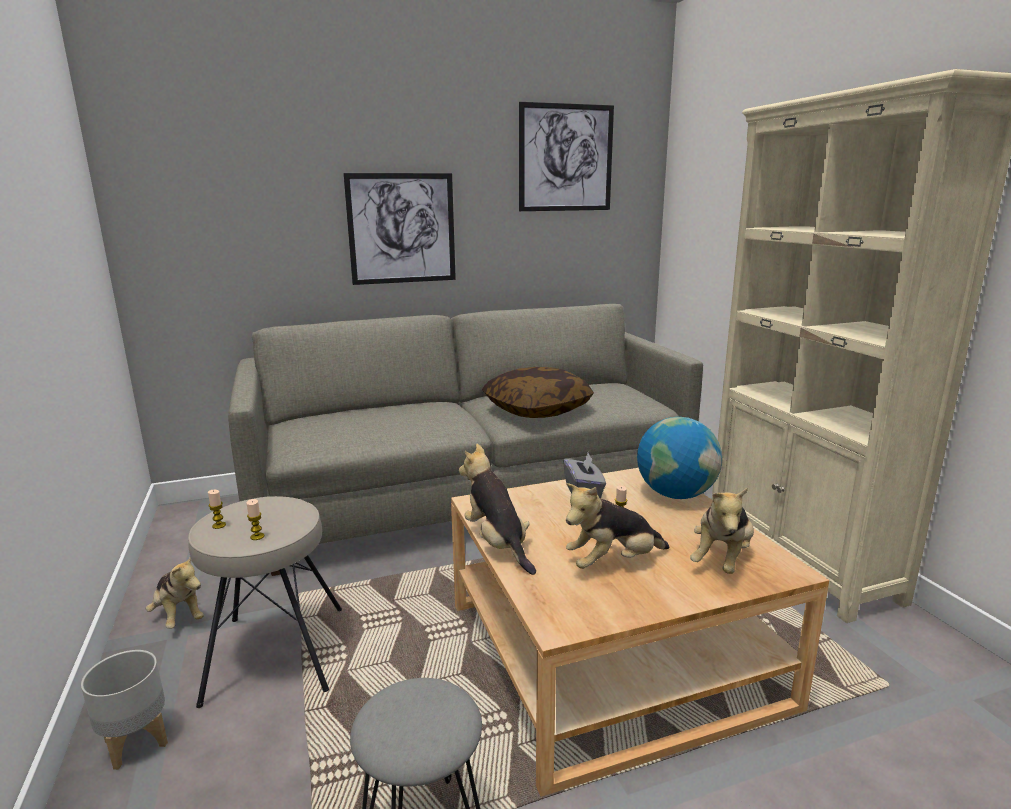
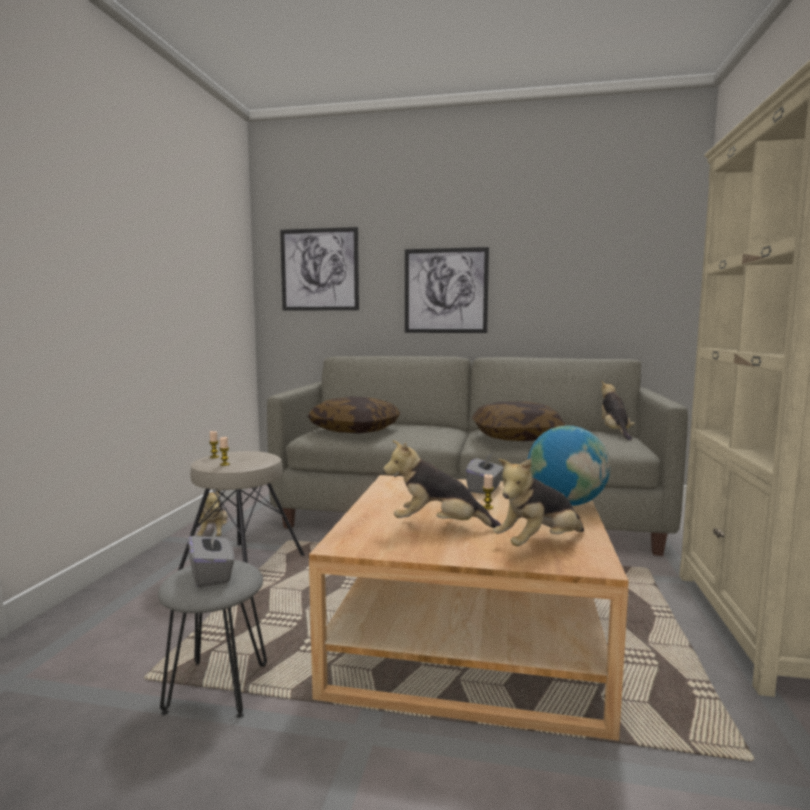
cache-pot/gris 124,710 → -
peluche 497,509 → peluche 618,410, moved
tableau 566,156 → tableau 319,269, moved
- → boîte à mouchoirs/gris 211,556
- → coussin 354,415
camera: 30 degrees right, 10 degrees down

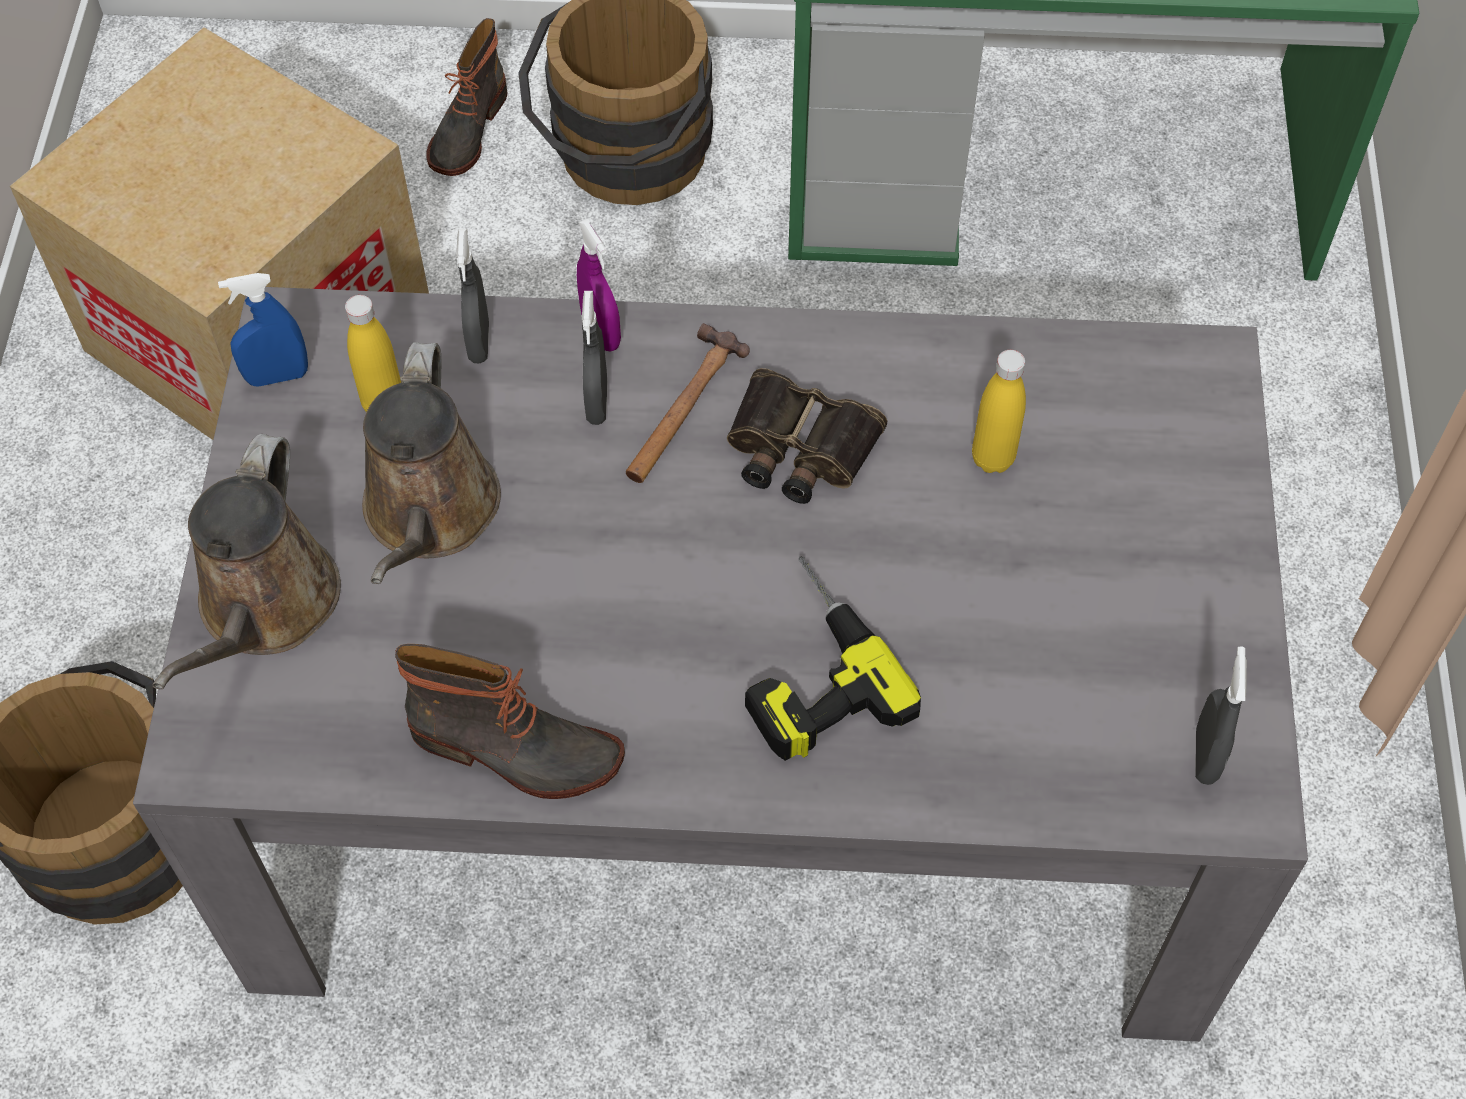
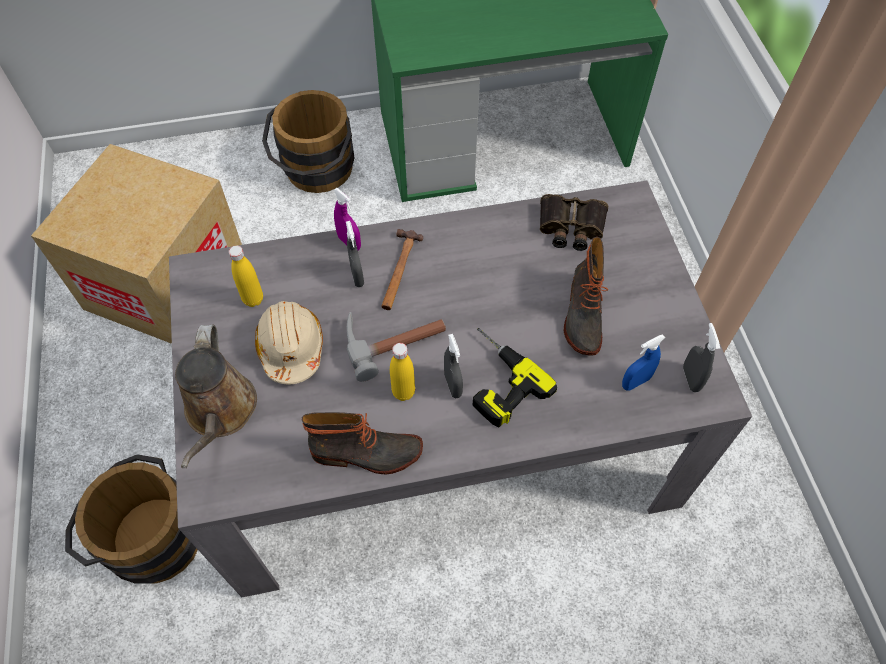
vaporisateur/bleu 263,330 → vaporisateur/bleu 643,362, moved
arrosoir/marron 431,463 → casque de chantier/beige 289,343
botte 466,97 → botte 586,296, moved
vaporisateur/gris 472,296 → vaporisateur/gris 453,366, moved
jumelles 807,436 → jumelles 574,222, moved
bouteille/jaune 999,411 → bouteille/jaune 402,372, moved
- → marteau 396,347
camera: 15 degrees left, 0 degrees up

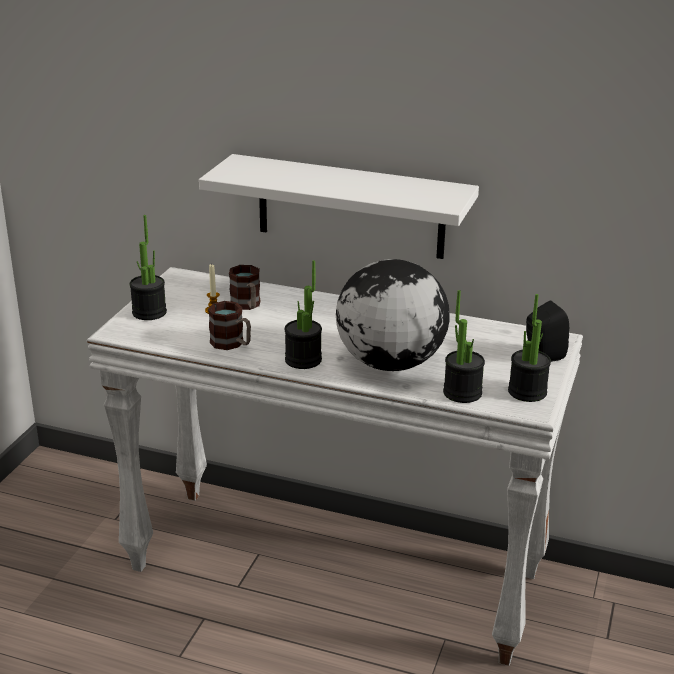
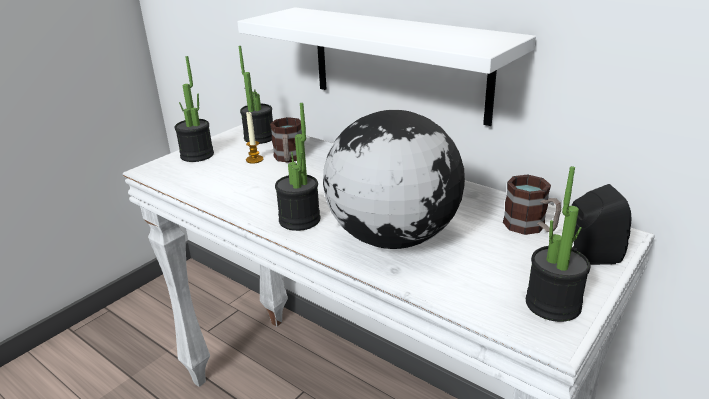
mug 229,325 → mug 532,205, moved
plante en pot 464,346 → plante en pot 256,95, moved
camera: 20 degrees right, 0 degrees up

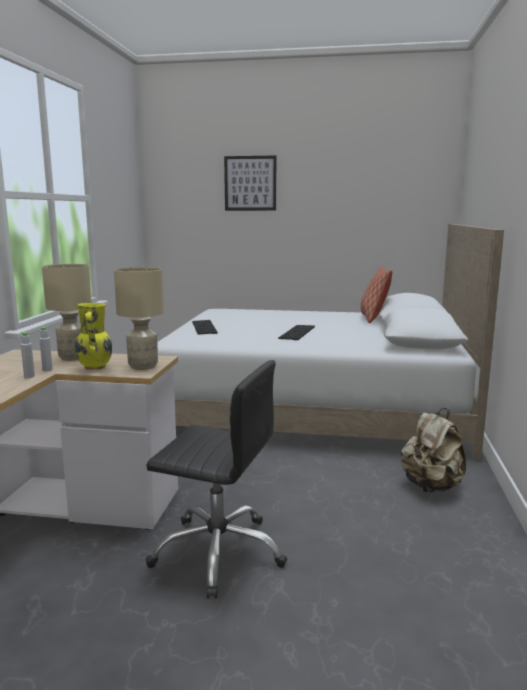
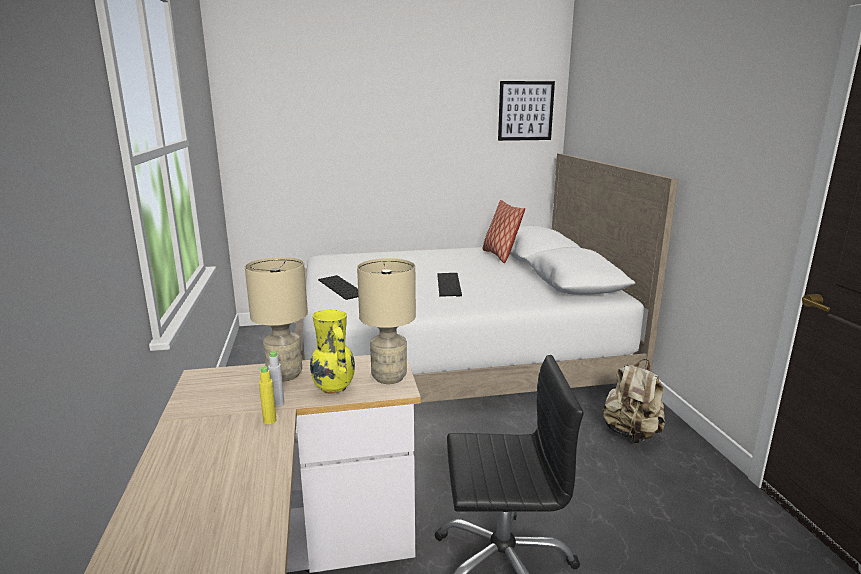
bouteille/gris 28,355 → bouteille/jaune 267,395
tableau 250,183 → tableau 526,111, moved
camera: 20 degrees left, 5 degrees up

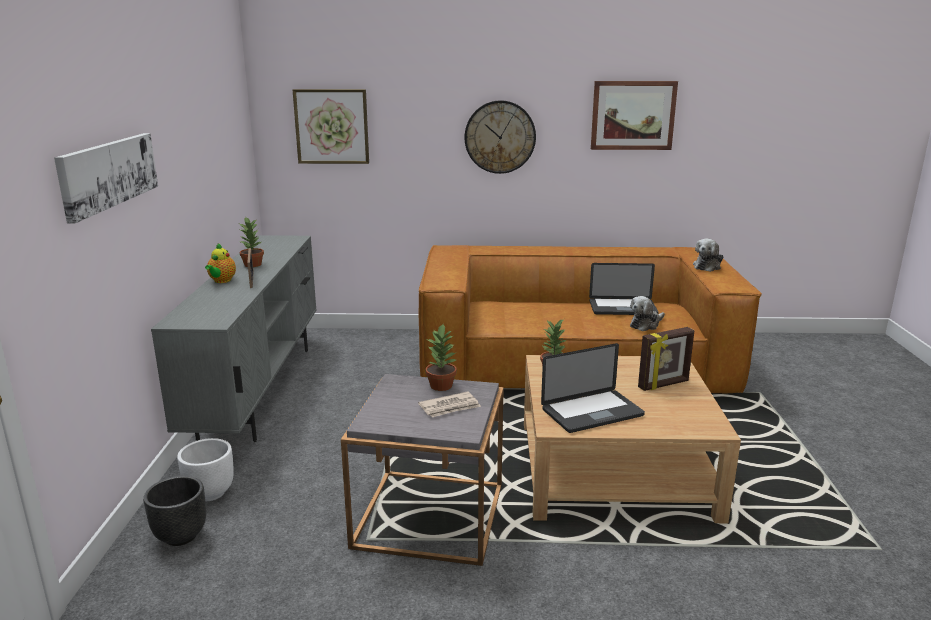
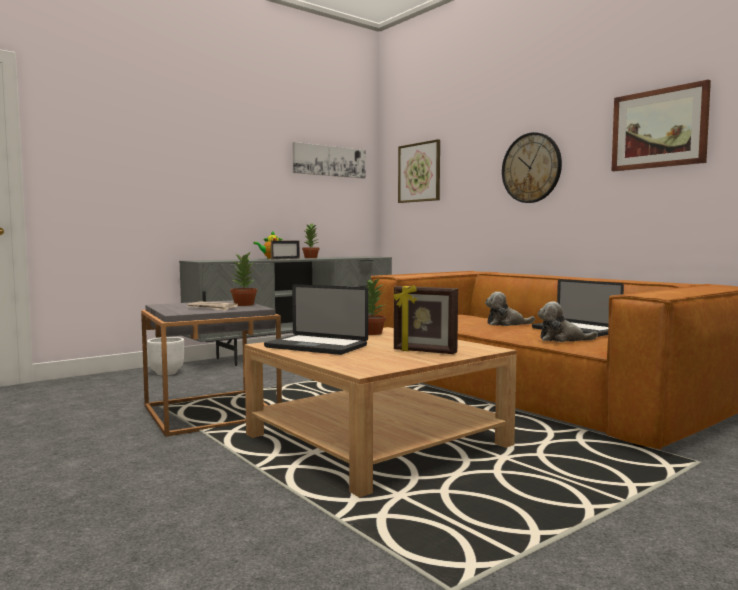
tableau 106,178 → tableau 329,160, moved
cache-pot/noir 174,511 → -
peluche 708,255 → peluche 510,309, moved
camera: 50 degrees right, 15 degrees down

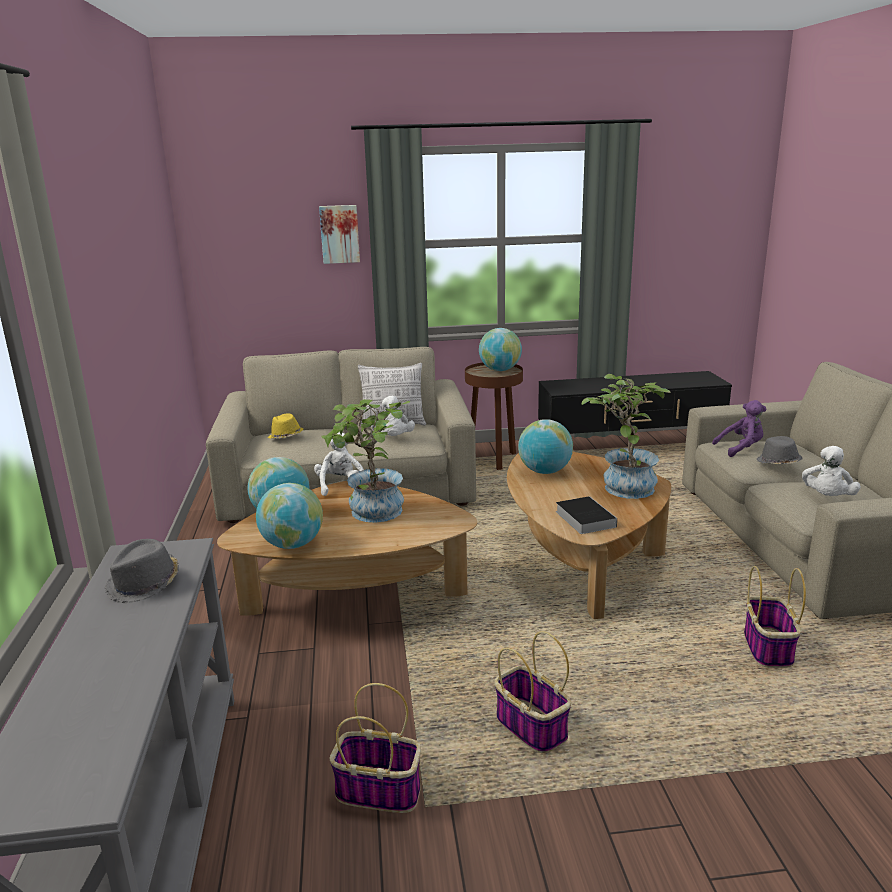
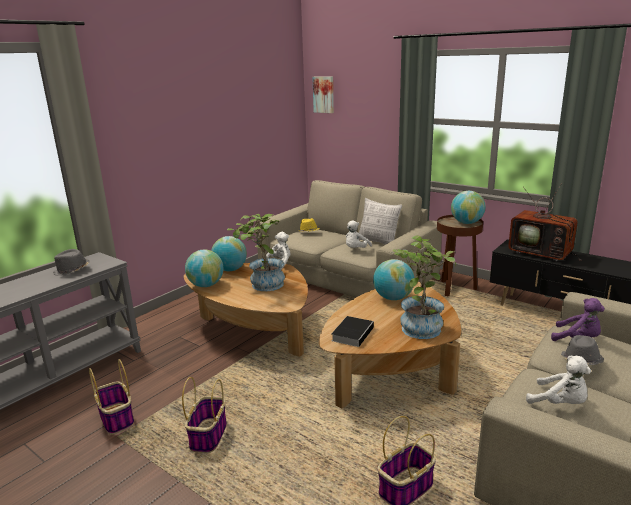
tableau 339,234 → tableau 323,94, moved
peluche/blanc 831,471 → peluche/blanc 558,380, 120 degrees counterclockwise
- → téléviseur 544,223
camera: 45 degrees right, 0 degrees up

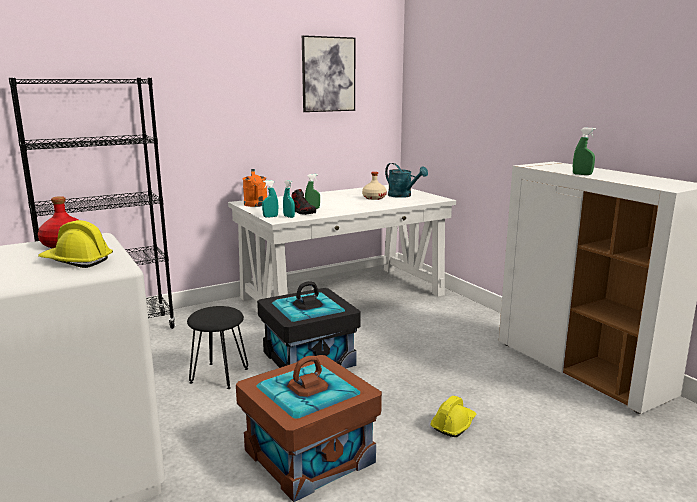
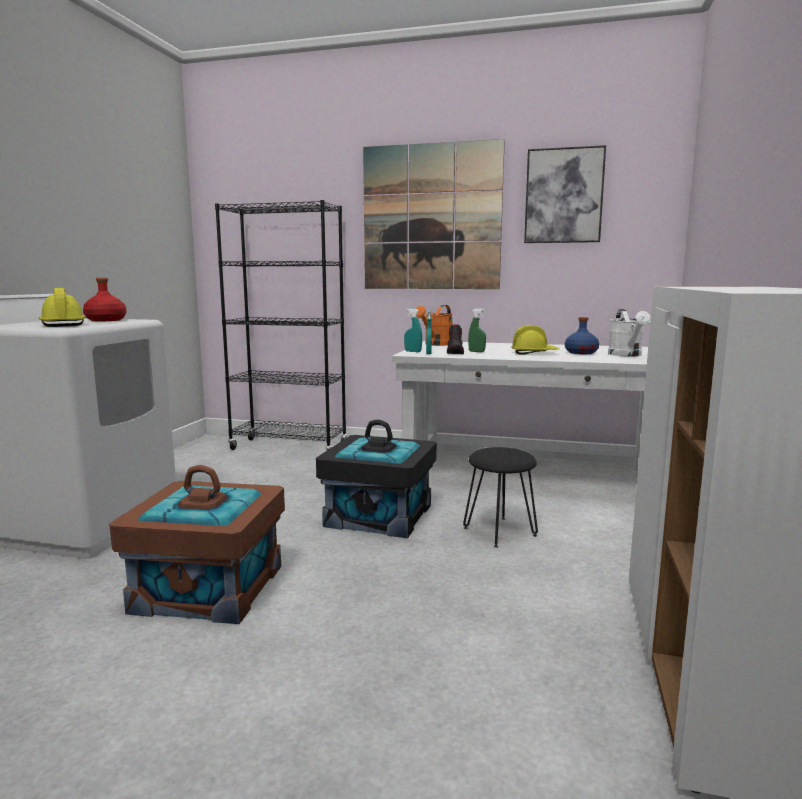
tabouret/noir 217,347 → tabouret/noir 500,497, moved
bouteille/beige 374,186 → bouteille/bleu 582,335
arrosoir/turquoise 406,180 → arrosoir/blanc 629,333
casque de chantier/jaune 453,416 → casque de chantier/jaune 535,340, moved
vaporisateur/vert 584,151 → -
- → tableau 434,214
camera: 45 degrees right, 5 degrees down

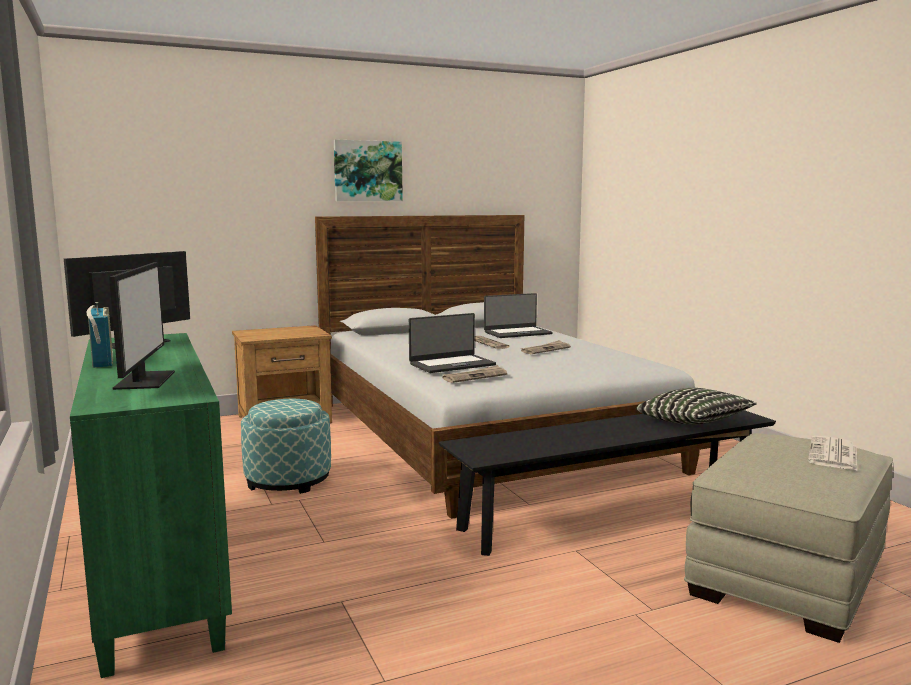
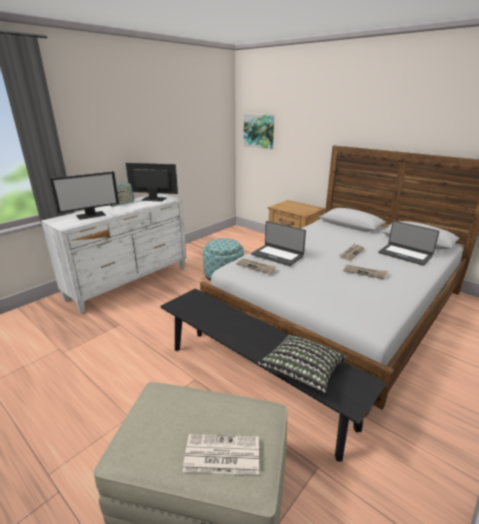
commode/vert 151,505 → commode/blanc 114,253
tableau 368,170 → tableau 259,131, moved
camera: 65 degrees right, 15 degrees up

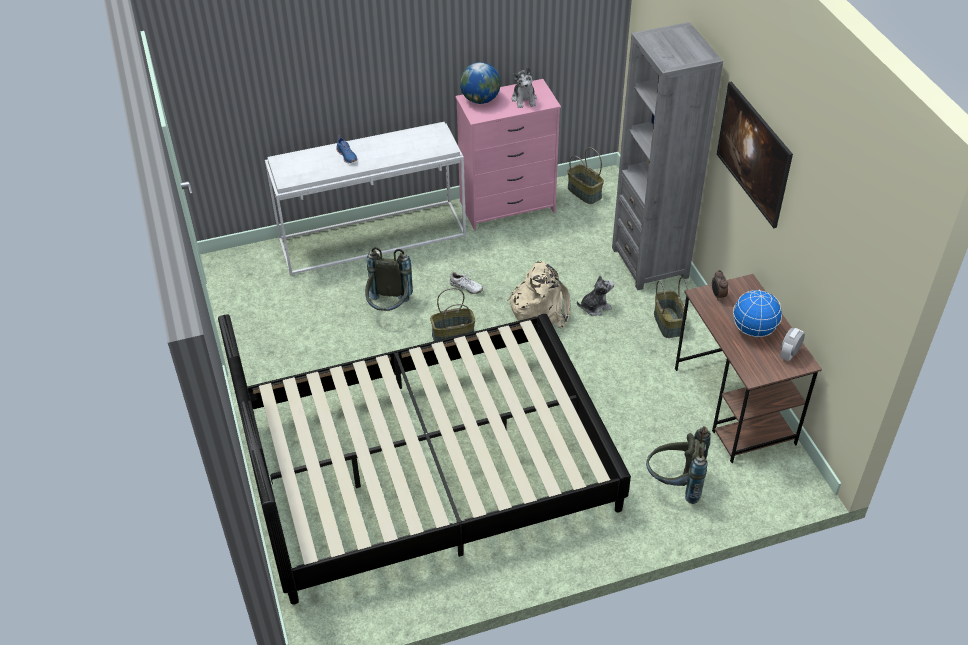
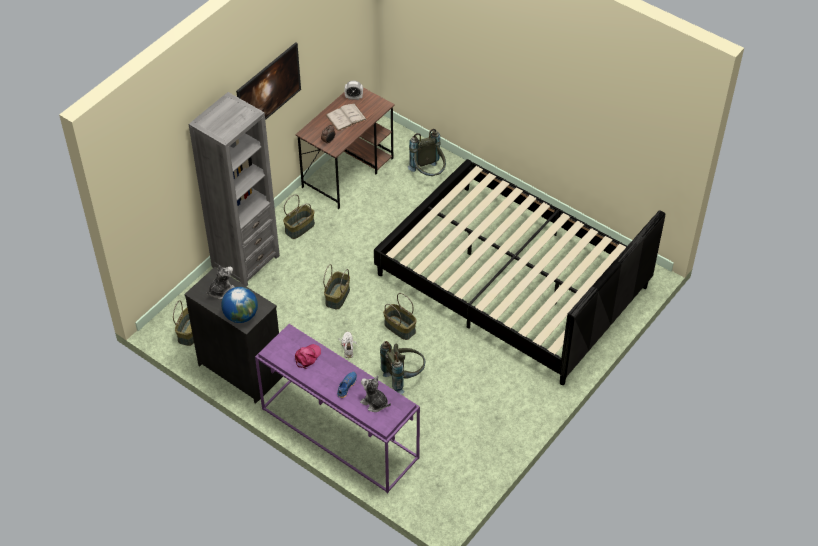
table console/blanc 365,199 → table console/violet 337,408
commode/rose 508,155 → commode/noir 233,335
sac à dos/beige 538,294 → panier 336,287
peluche 595,295 → peluche 375,393, moved
globe 757,313 → livre/blanc 346,117
- → casquette/rose 308,356
camera: 125 degrees left, 5 degrees up

